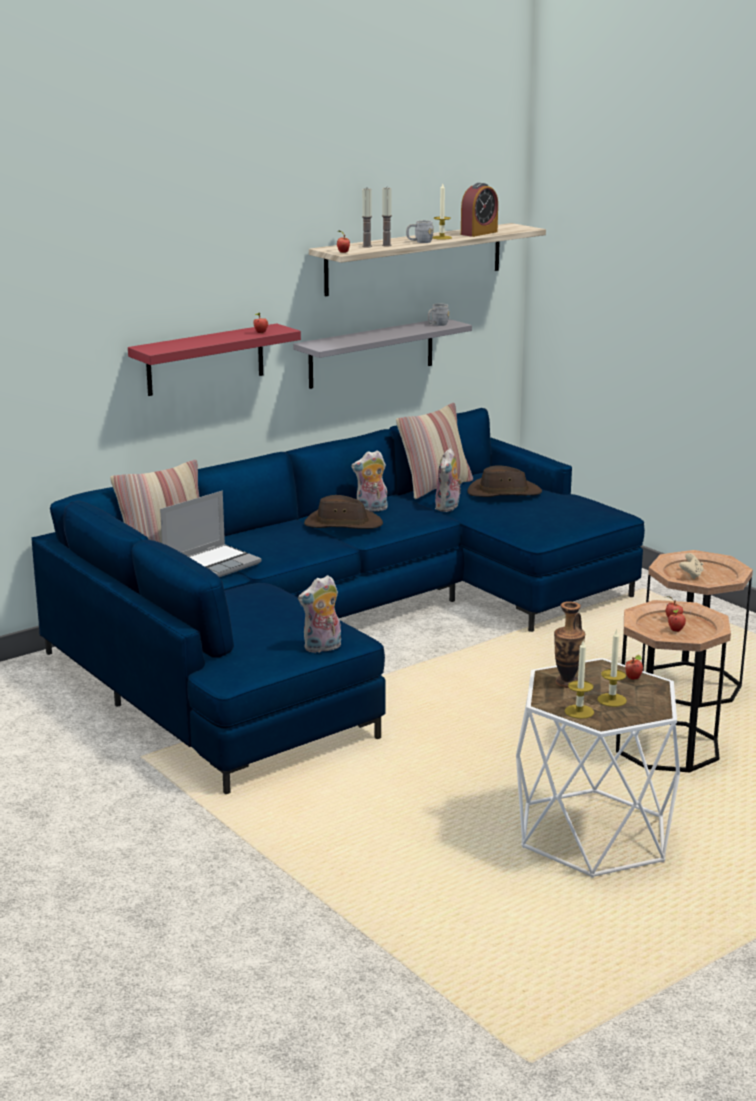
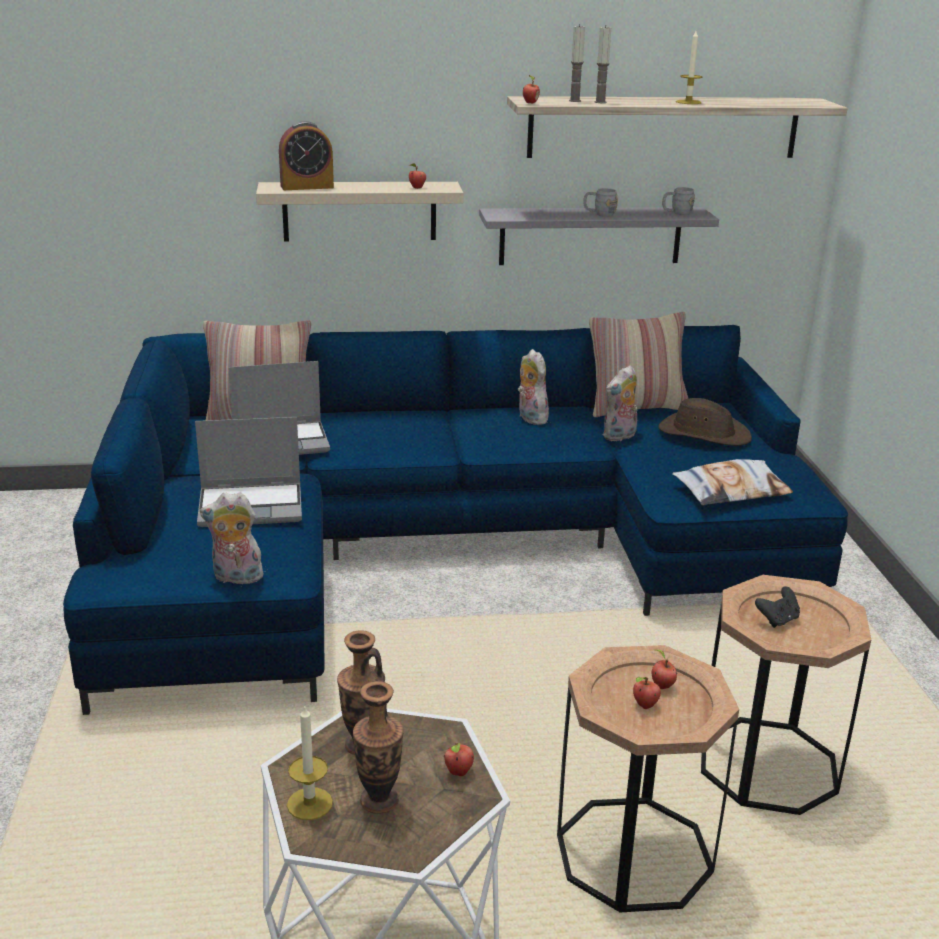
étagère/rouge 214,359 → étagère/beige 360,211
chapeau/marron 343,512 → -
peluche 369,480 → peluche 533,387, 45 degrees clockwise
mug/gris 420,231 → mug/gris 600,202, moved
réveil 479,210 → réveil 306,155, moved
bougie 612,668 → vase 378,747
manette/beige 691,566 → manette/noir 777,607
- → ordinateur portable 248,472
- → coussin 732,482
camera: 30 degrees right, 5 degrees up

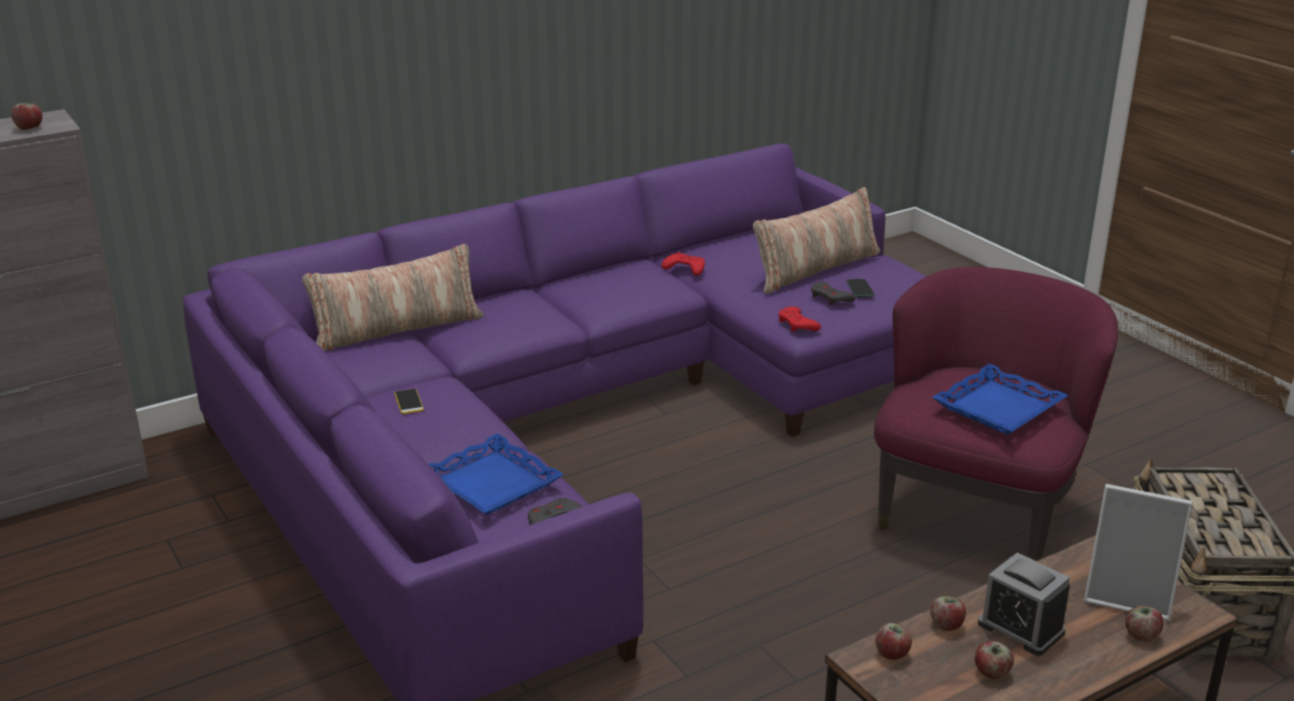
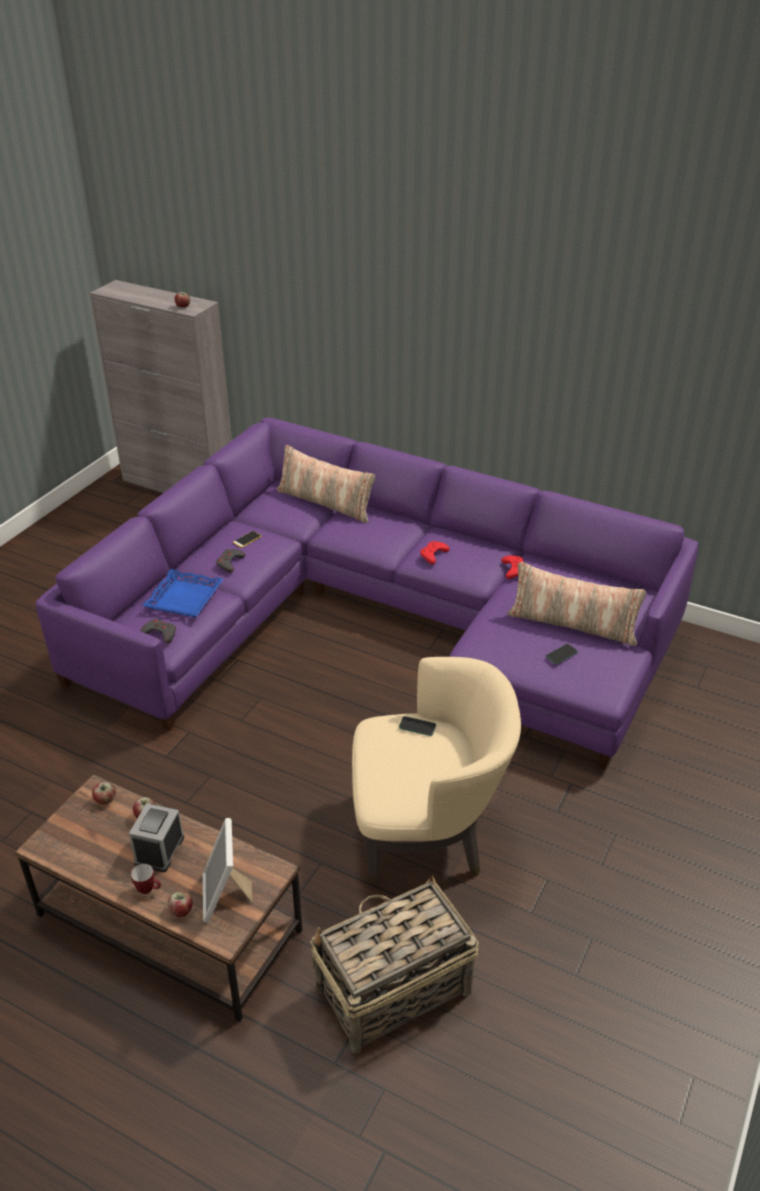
manette/rouge 799,319 → manette/rouge 435,552, moved
manette/gris 833,293 → manette/gris 230,561, moved
fauteuil/violet 996,414 → fauteuil/beige 436,771
plateau/bleu 1000,399 → -
pomme 994,660 → -
- → mug 146,879
- → téléphone 417,726
camera: 60 degrees right, 10 degrees up

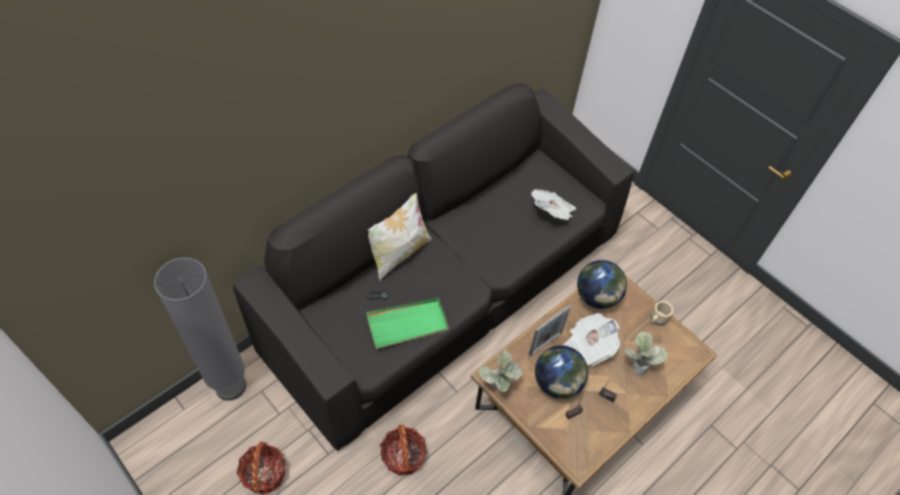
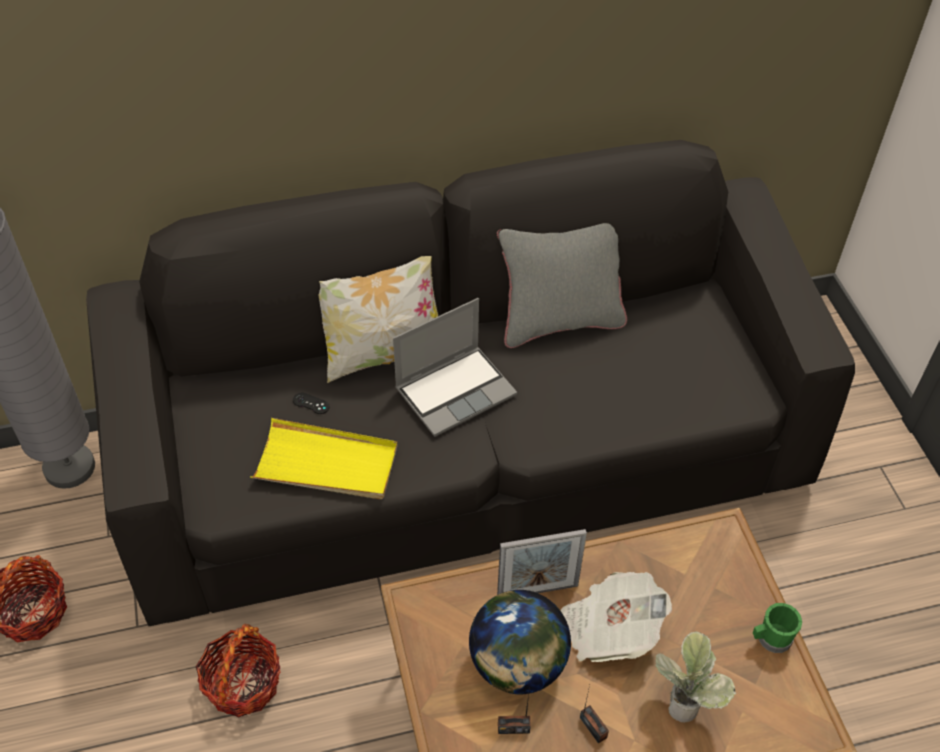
plateau/vert 407,323 → plateau/jaune 324,458
plante en pot 500,371 → -
journal 553,204 → -
globe 602,284 → -
mug/beige 661,313 → mug/vert 777,628
- → ordinateur portable 455,367
- → coussin/gris 562,285
camera: 30 degrees right, 5 degrees down

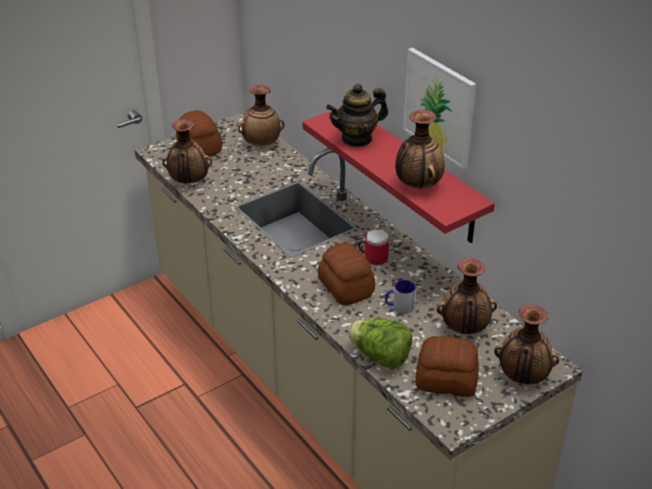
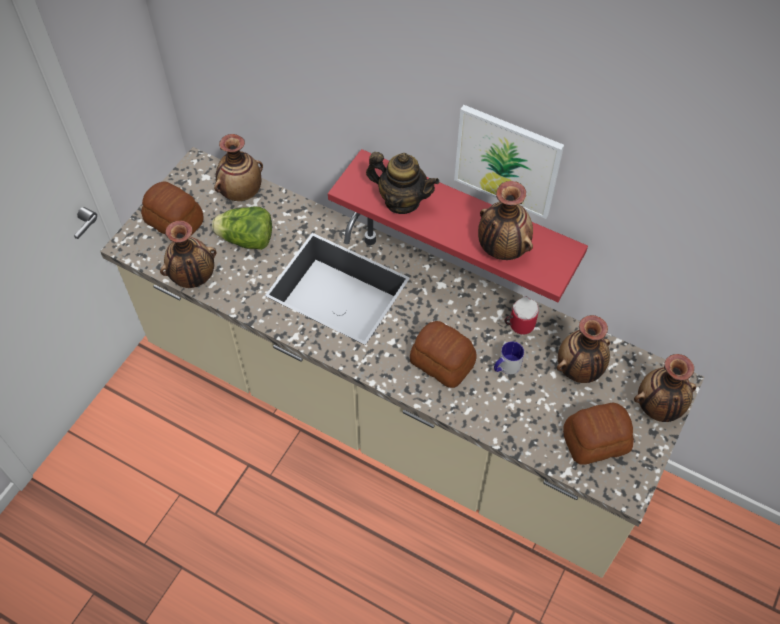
théière 357,115 → théière 402,183, 105 degrees counterclockwise
laitue 380,344 → laitue 242,228, moved
mug 374,247 → mug 522,315, moved
camera: 25 degrees left, 20 degrees up

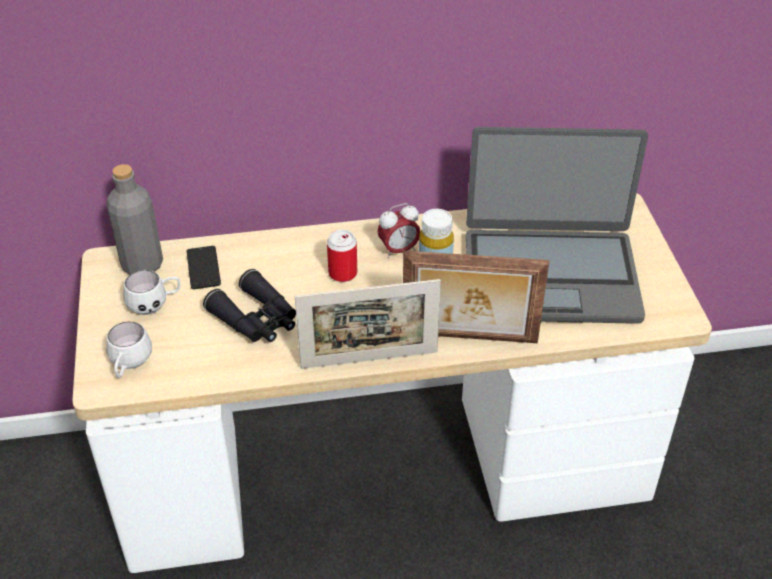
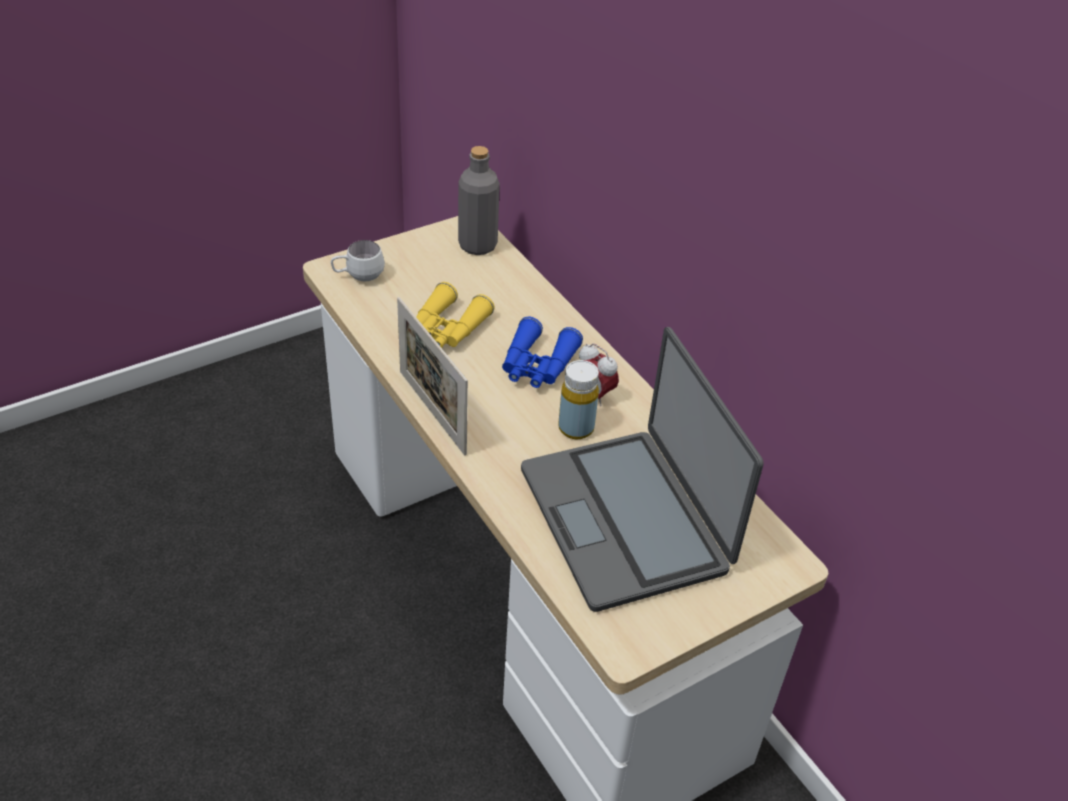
mug/blanc 151,292 → -
téléphone 204,267 → -
jumelles/noir 249,305 → jumelles/jaune 455,315
boîte métallique 342,256 → jumelles/bleu 542,352
cadre photo 476,297 → -
camera: 65 degrees right, 0 degrees up

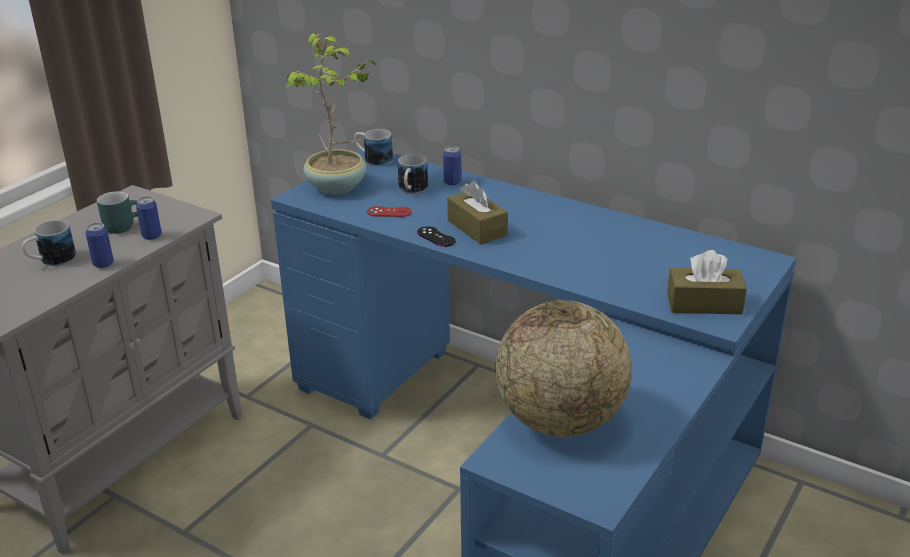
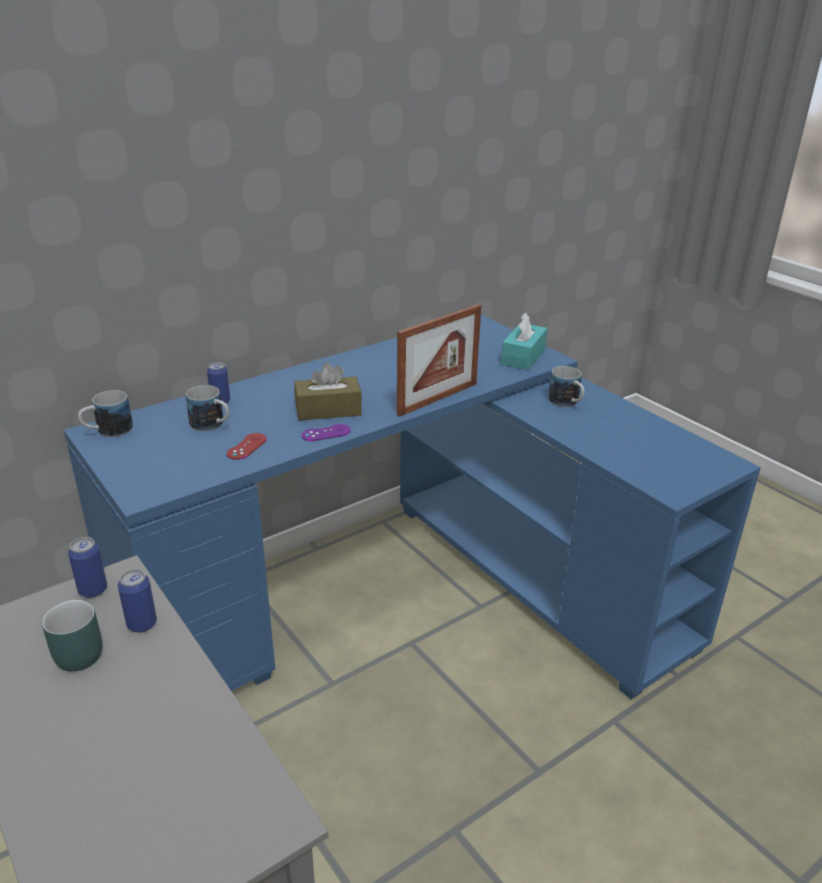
mug 49,243 → mug 566,386, moved
boîte métallique 99,245 → boîte métallique 87,567, moved
plante en pot 330,114 → -
manette/noir 436,236 → manette/violet 326,432
globe 564,368 → -
boîte à mouchoirs/marron 707,282 → boîte à mouchoirs/turquoise 524,341
- → cadre photo 439,360
camera: 70 degrees left, 0 degrees up

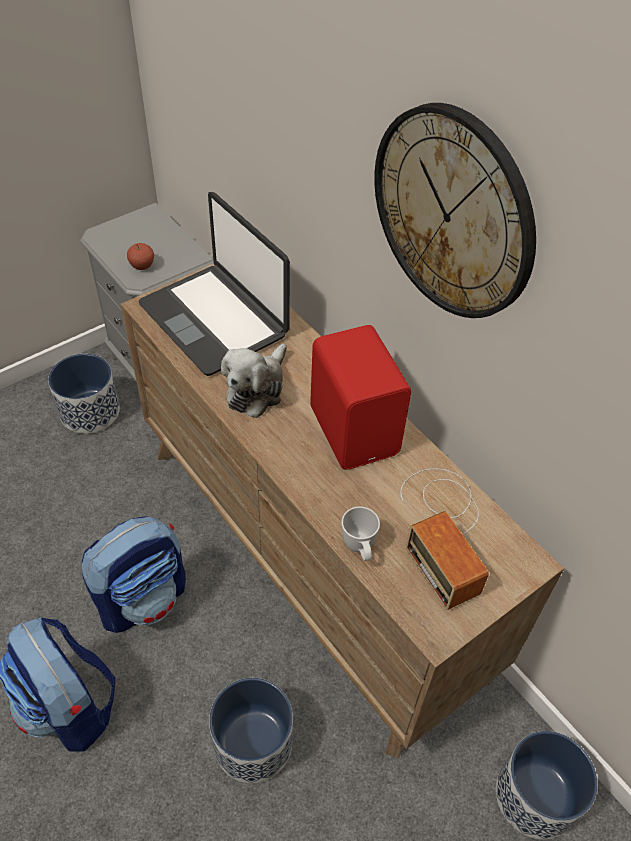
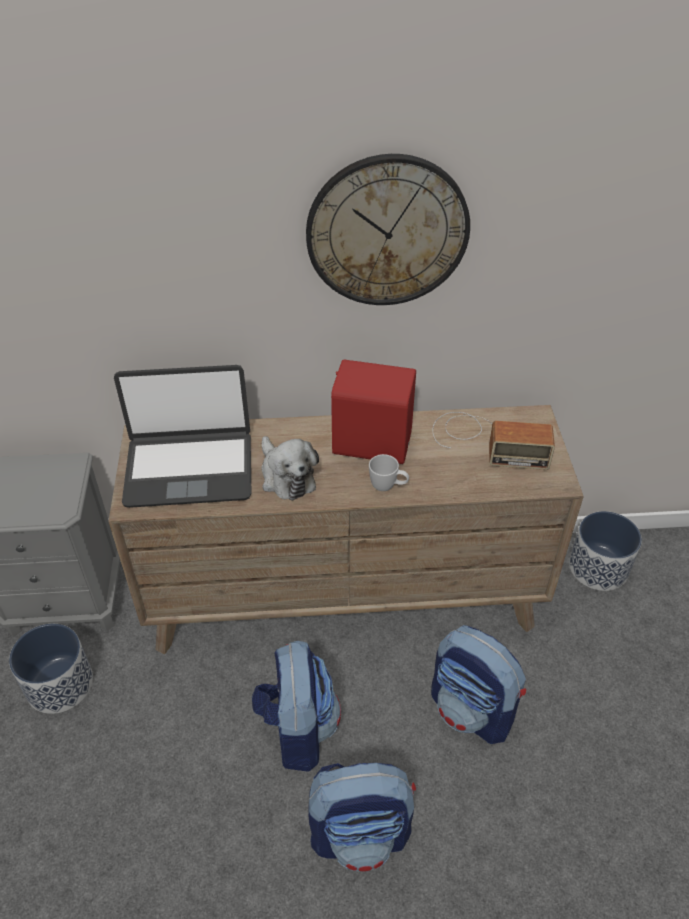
pomme 140,256 → -
cache-pot 251,730 → sac à dos 478,684
mug/blanc 360,534 → mug/blanc 389,472, moved
camera: 55 degrees left, 5 degrees down

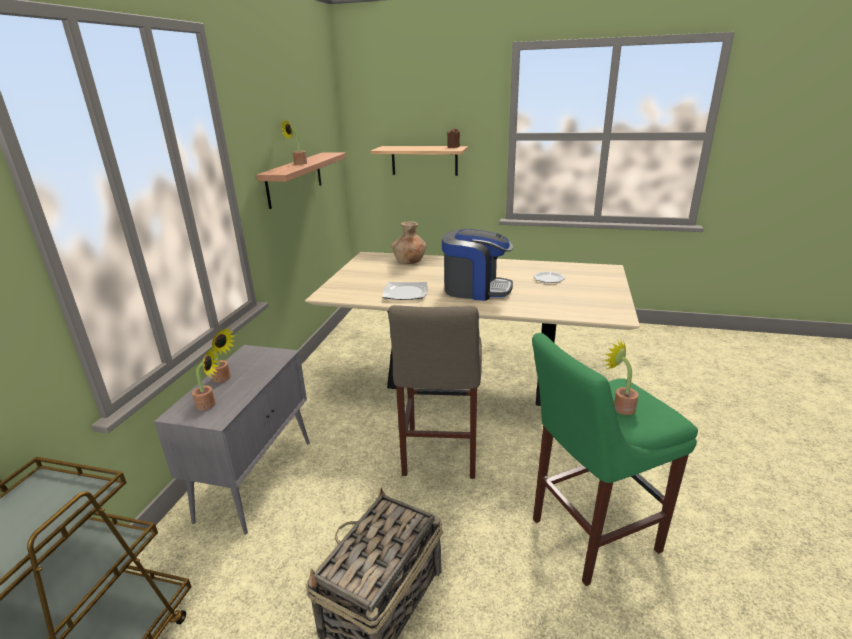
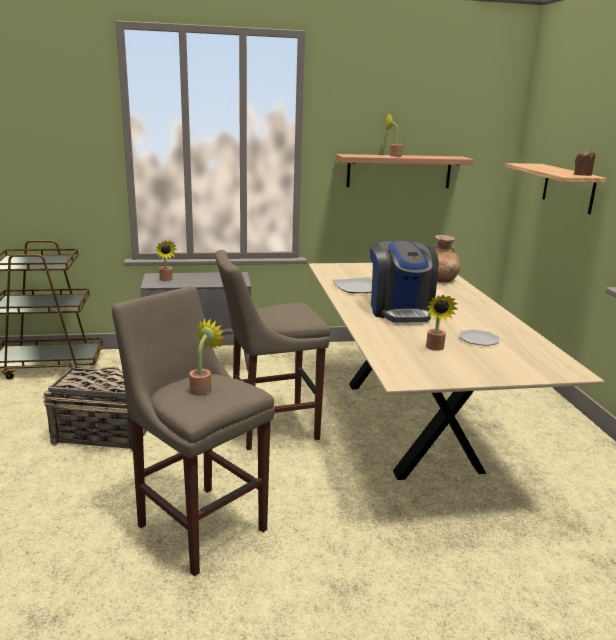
plante en pot 223,355 → plante en pot 442,322, moved
tabouret/vert 615,459 → tabouret/beige 193,431
camera: 65 degrees right, 5 degrees down

